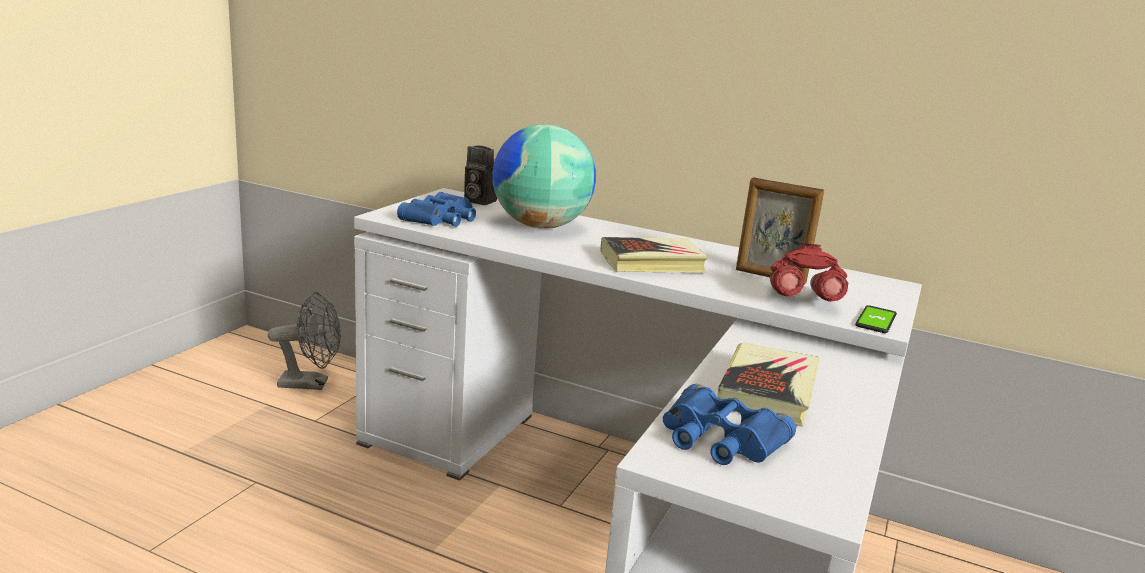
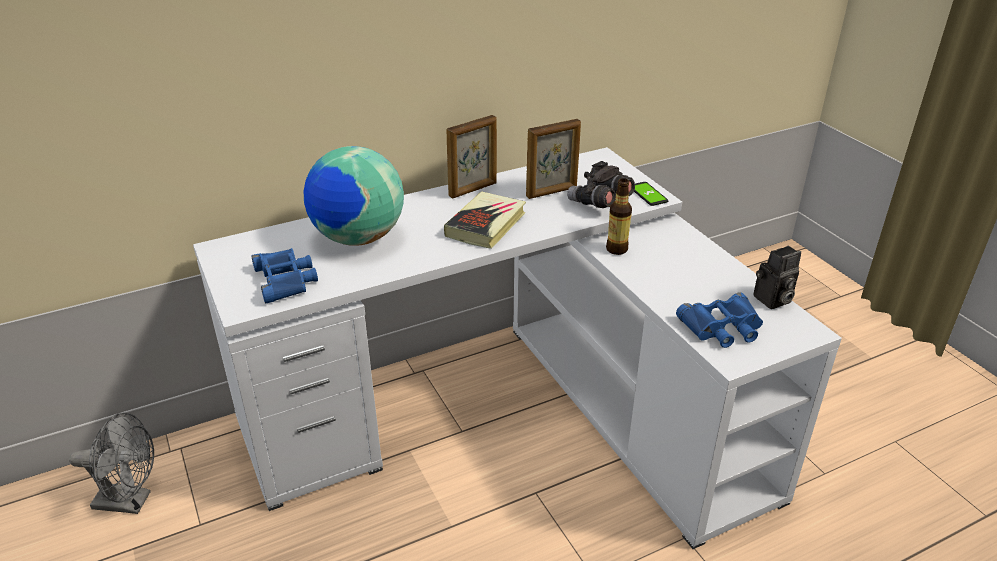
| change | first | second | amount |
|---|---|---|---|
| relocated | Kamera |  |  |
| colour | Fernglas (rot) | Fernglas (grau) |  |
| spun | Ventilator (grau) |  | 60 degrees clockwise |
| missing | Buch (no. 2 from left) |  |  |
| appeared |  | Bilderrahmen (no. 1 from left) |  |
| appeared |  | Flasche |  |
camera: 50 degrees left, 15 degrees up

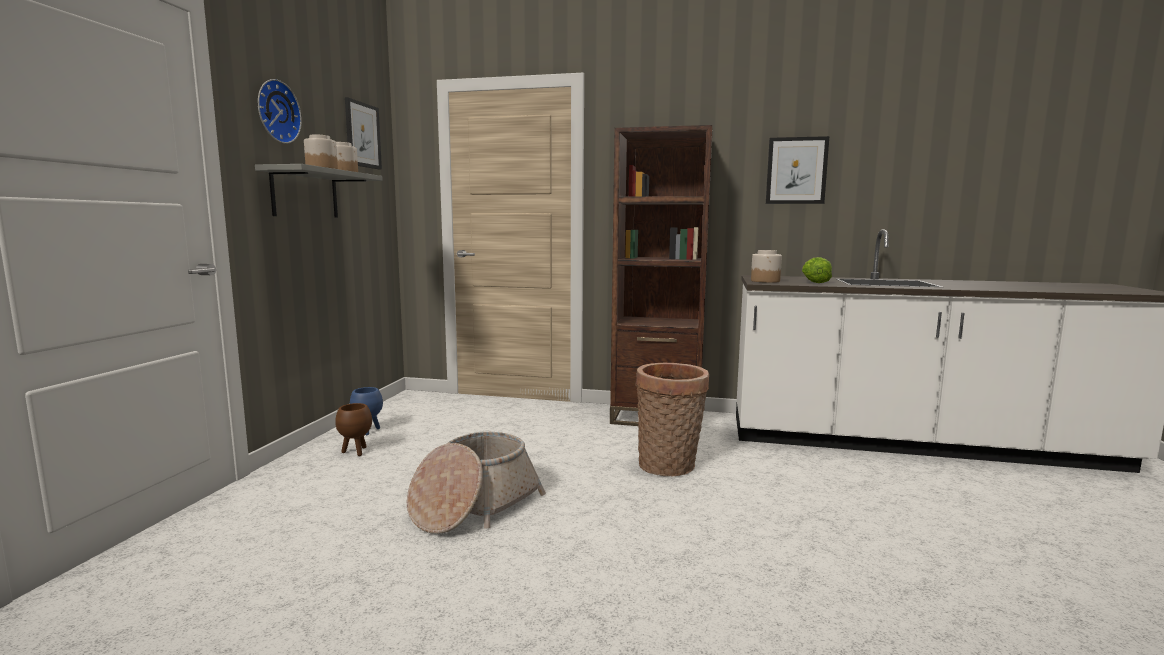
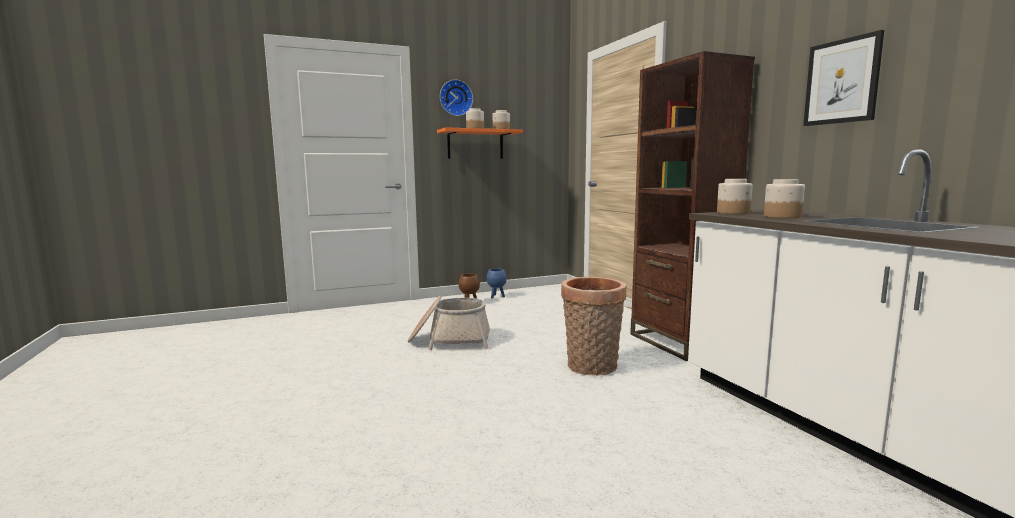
| change | first | second | amount |
|---|---|---|---|
| missing | Bild (no. 1 from left) |  |  |
| colour | Wandregal (grau) | Wandregal (orange) |  |
| exchanged | Salatkopf | Vorratsglas (no. 4 from left) |  |
camera: 55 degrees right, 0 degrees up

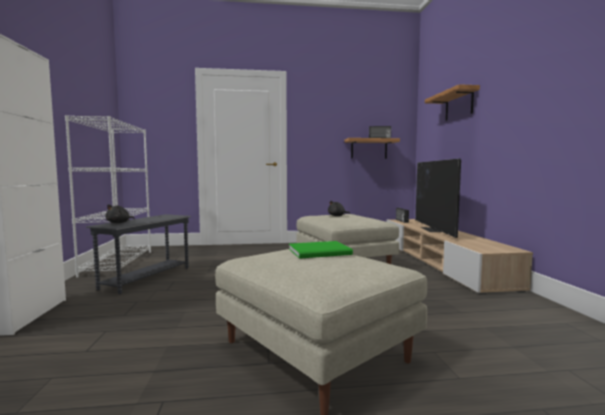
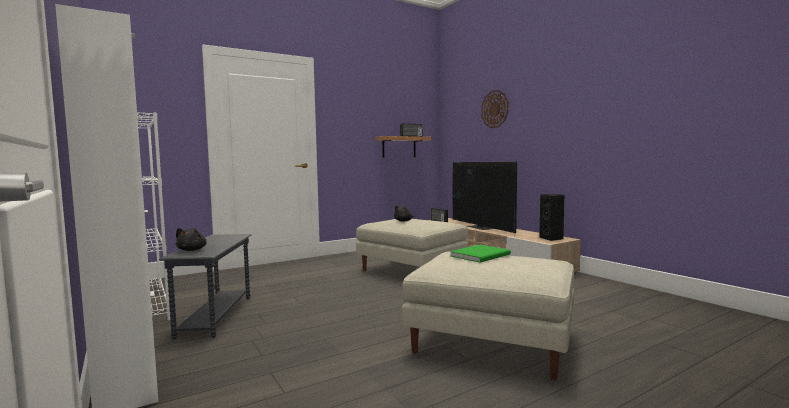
| change | first | second | amount |
|---|---|---|---|
| exchanged | Wandregal (no. 2 from left) | Wanduhr |  |
| appeared |  | Lautsprecher (schwarz) |  |
camera: 25 degrees left, 0 degrees up

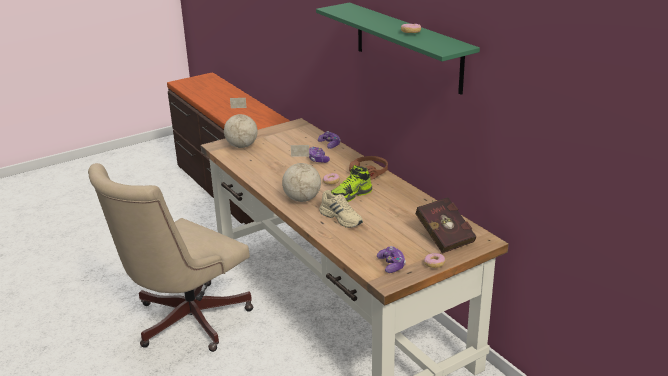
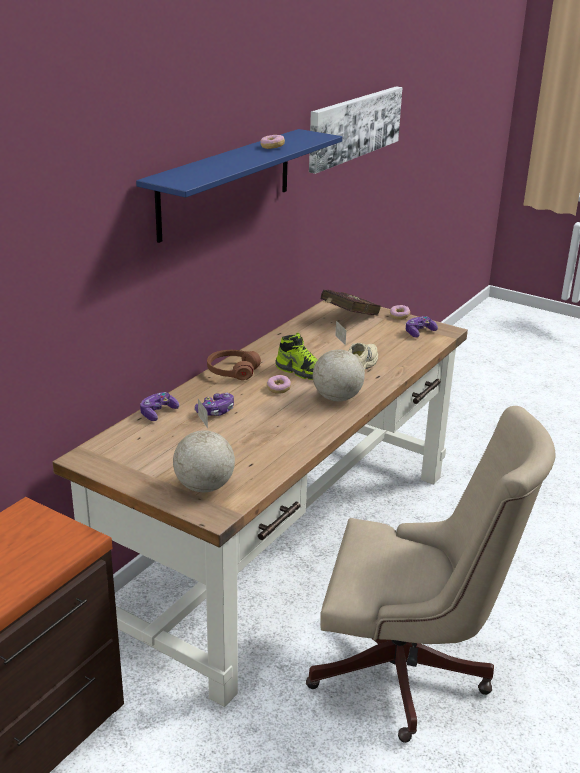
| change | first | second | amount |
|---|---|---|---|
| colour | Wandregal (grün) | Wandregal (blau) |  |
| appeared |  | Bild |  |
camera: 115 degrees left, 0 degrees up

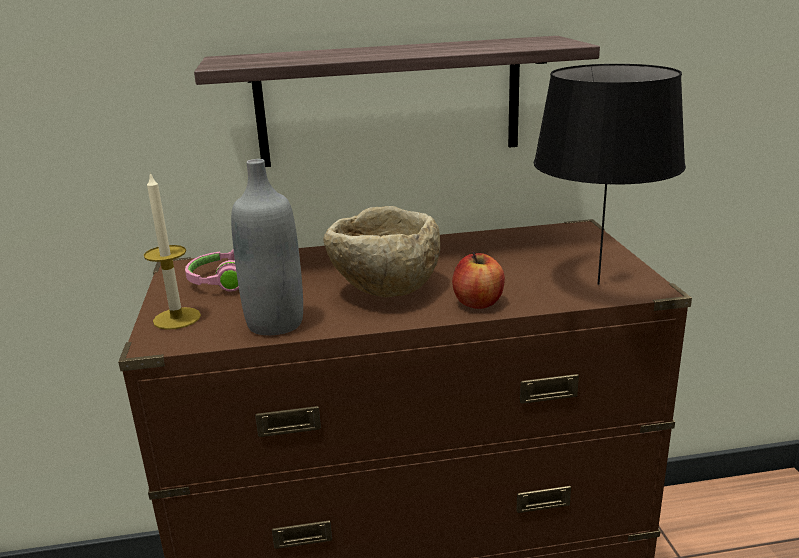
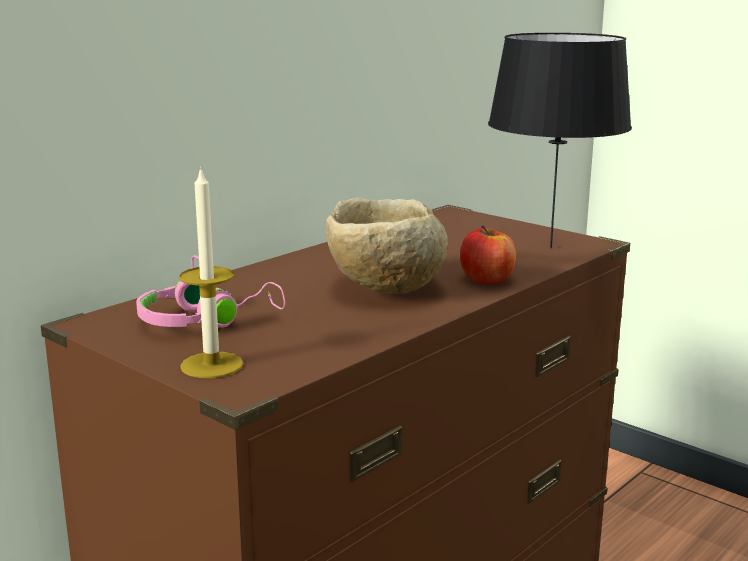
| change | first | second | amount |
|---|---|---|---|
| missing | Wandregal |  |  |
| missing | Flasche (grau) |  |  |
camera: 40 degrees left, 5 degrees down

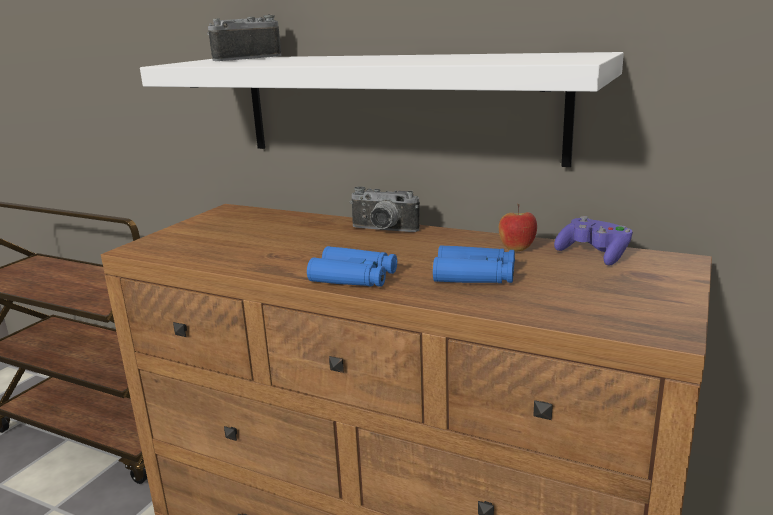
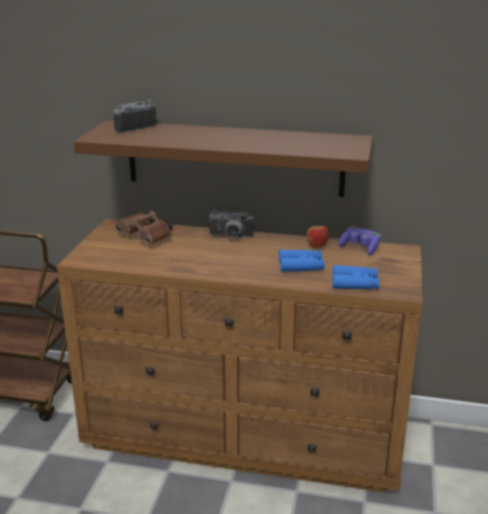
| change | first | second | amount |
|---|---|---|---|
| colour | Wandregal (weiß) | Wandregal (braun) |  |
| relocated | Fernglas (blau) (no. 1 from left in the first image) | Fernglas (blau) (no. 2 from left) |  |
| appeared |  | Fernglas (braun) |  |
camera: 15 degrees left, 5 degrees up

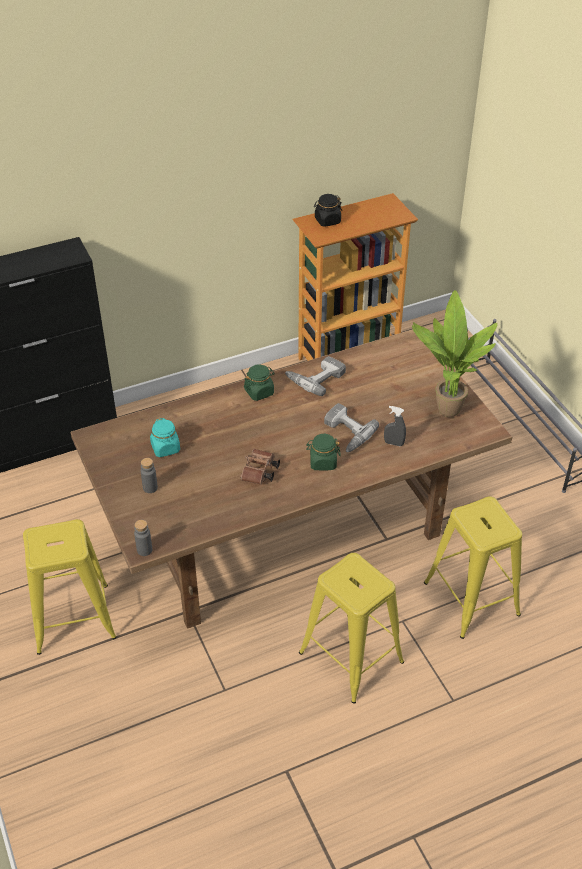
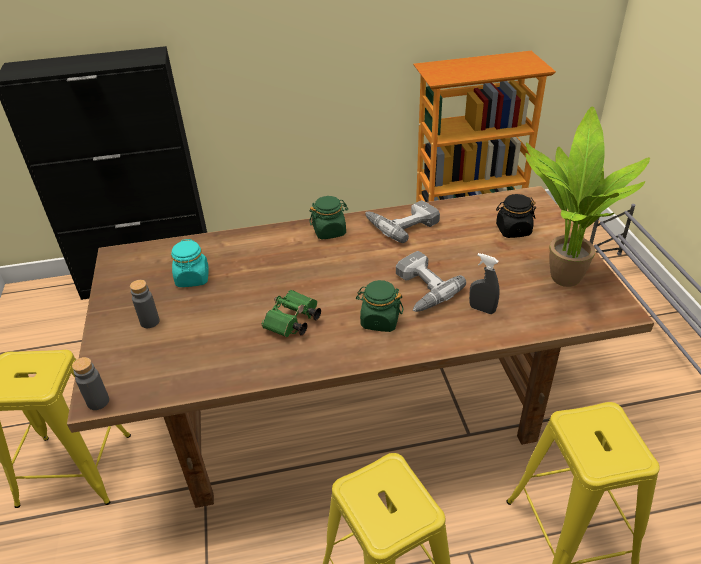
| change | first | second | amount |
|---|---|---|---|
| relocated | Vorratsglas (schwarz) |  |  |
| colour | Fernglas (braun) | Fernglas (grün) |  |
camera: 15 degrees right, 5 degrees down

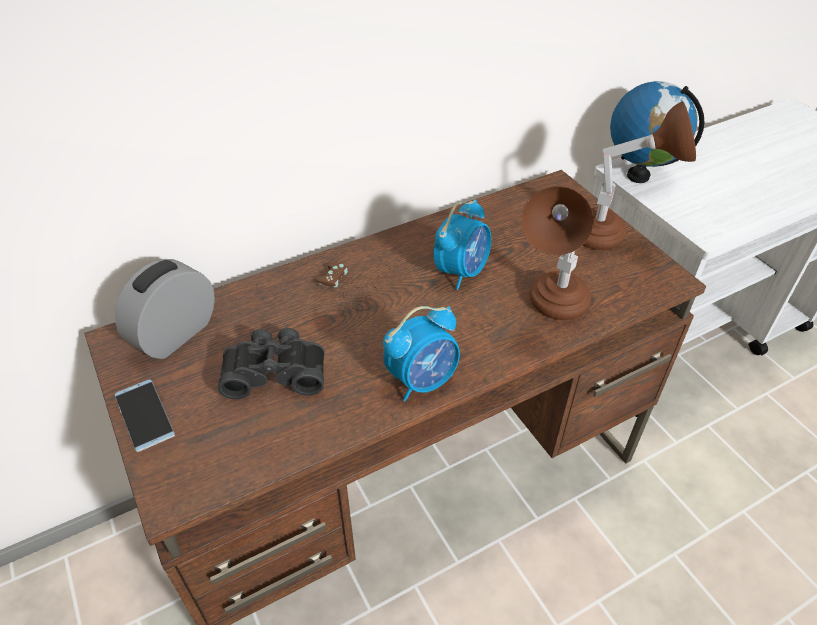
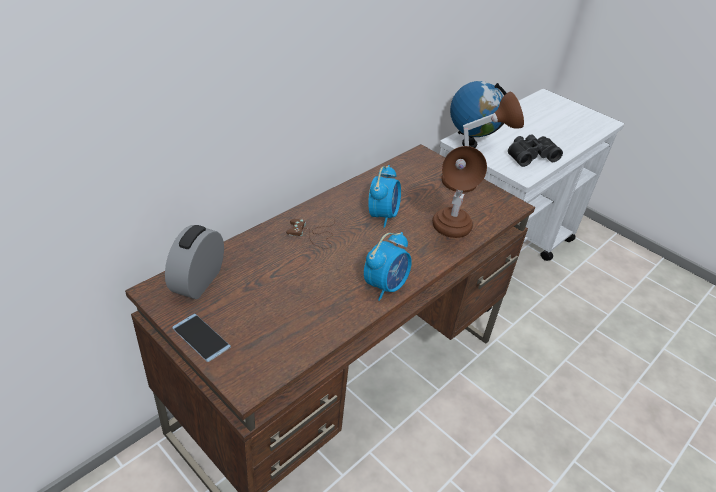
| change | first | second | amount |
|---|---|---|---|
| relocated | Fernglas (schwarz) |  |  |
camera: 20 degrees left, 5 degrees down

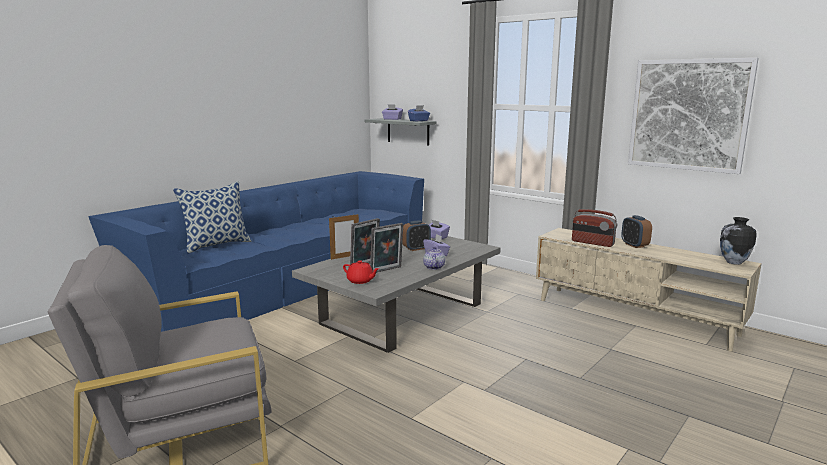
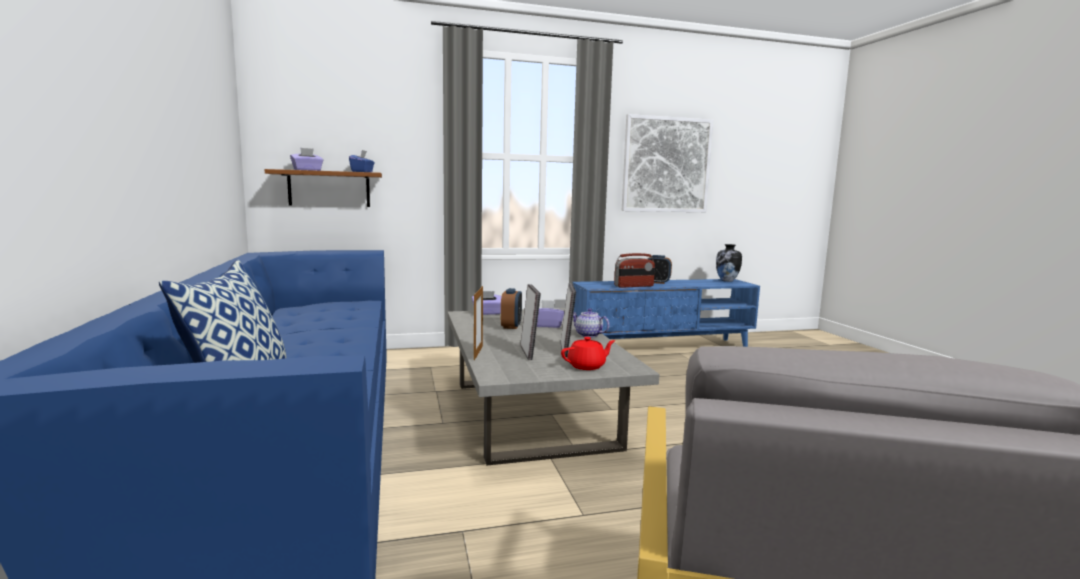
| change | first | second | amount |
|---|---|---|---|
| colour | Wandregal (grau) | Wandregal (braun) |  |
| colour | Fernsehschrank (beige) | Fernsehschrank (blau) |  |
camera: 55 degrees left, 5 degrees down

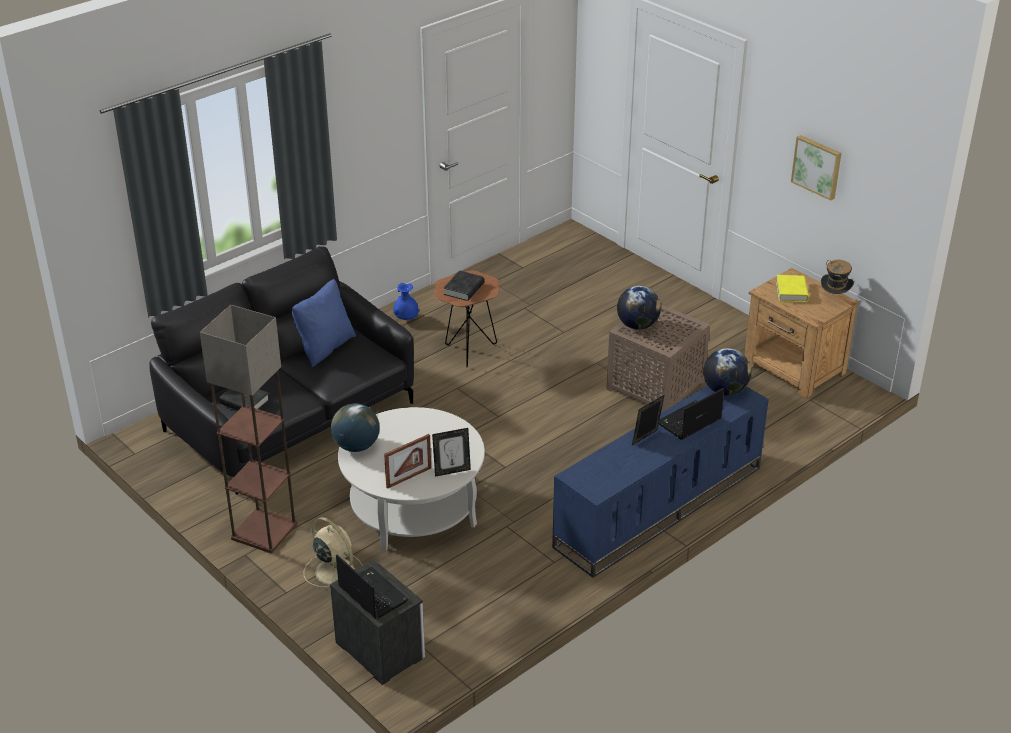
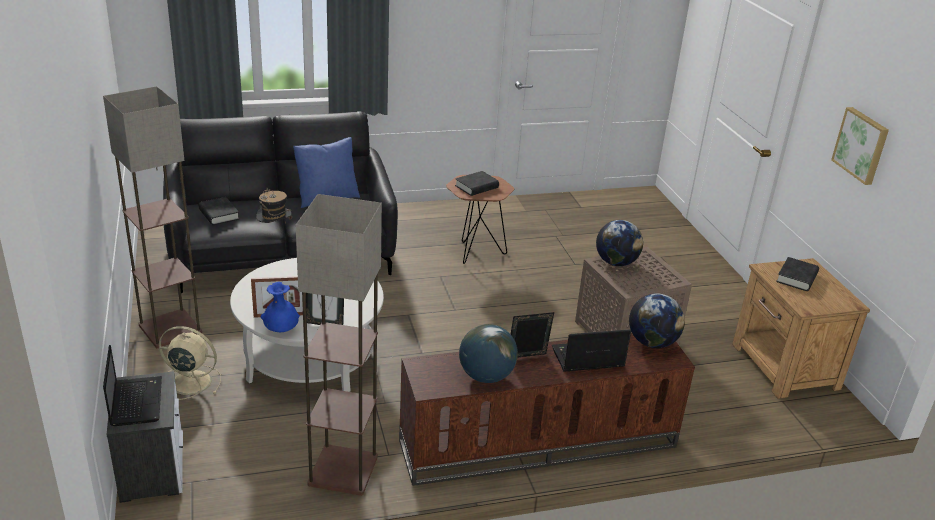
| change | first | second | amount |
|---|---|---|---|
| relocated | Hut |  |  |
| colour | Buch (gelb) | Buch (schwarz) (no. 3 from left) |  |
| relocated | Vase (blau) |  |  |
| colour | Fernsehschrank (blau) | Fernsehschrank (braun) |  |
| relocated | Globus (no. 1 from left) |  |  |
| spun | Ventilator (beige) |  | 60 degrees counterclockwise |
| appeared |  | Stehlampe (no. 2 from left) |  |
camera: 25 degrees right, 5 degrees down

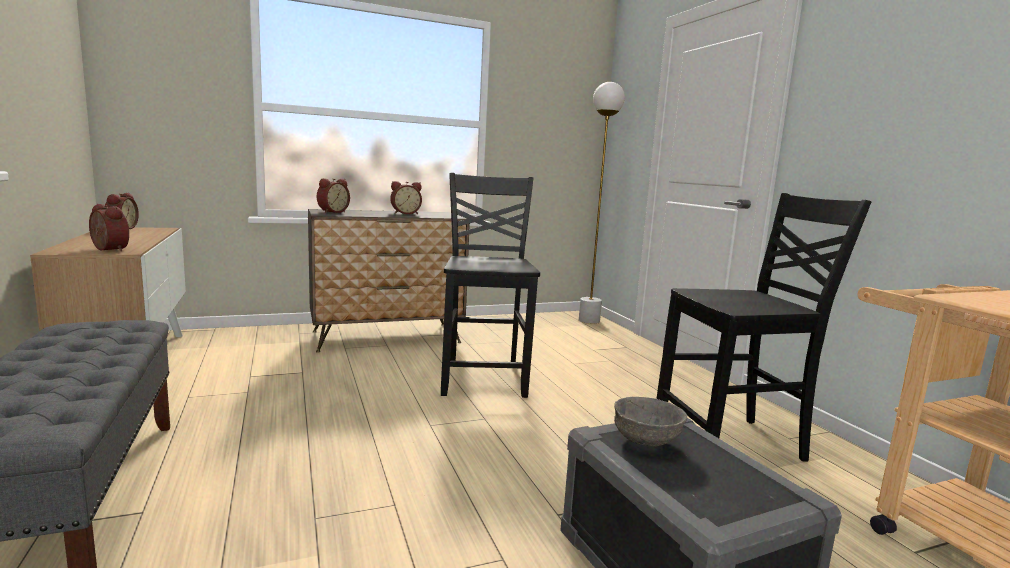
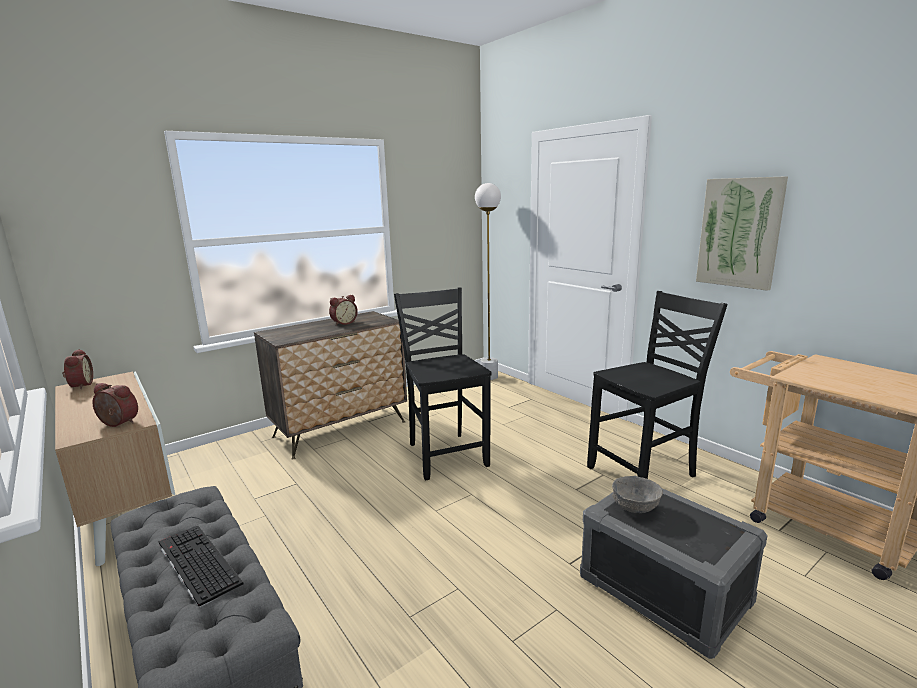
| change | first | second | amount |
|---|---|---|---|
| missing | Wecker (no. 3 from left) |  |  |
| appeared |  | Bild |  |
| appeared |  | Tastatur |  |
camera: 15 degrees left, 5 degrees up

